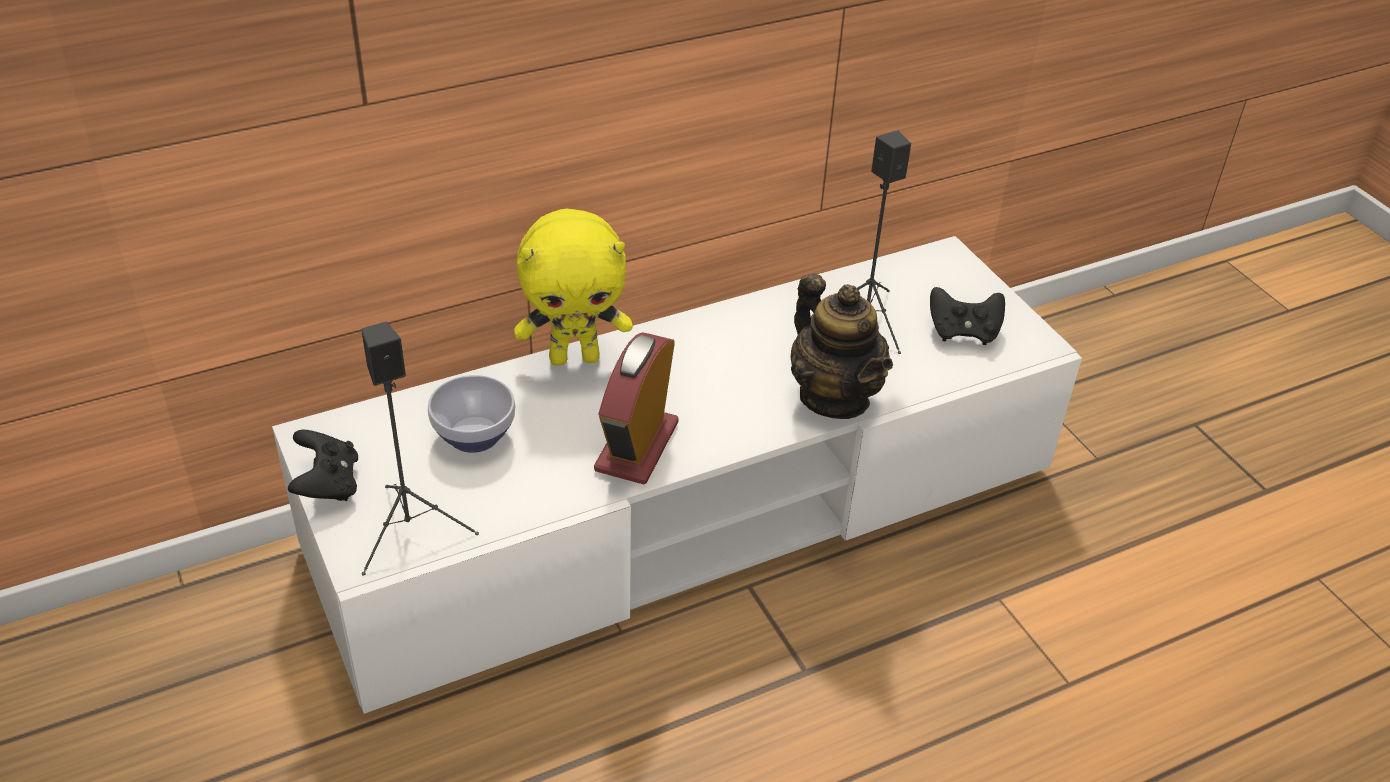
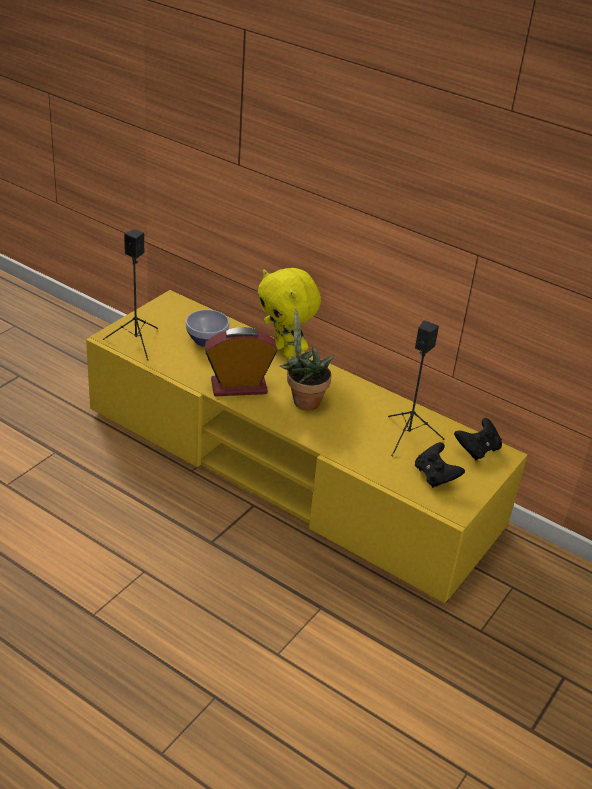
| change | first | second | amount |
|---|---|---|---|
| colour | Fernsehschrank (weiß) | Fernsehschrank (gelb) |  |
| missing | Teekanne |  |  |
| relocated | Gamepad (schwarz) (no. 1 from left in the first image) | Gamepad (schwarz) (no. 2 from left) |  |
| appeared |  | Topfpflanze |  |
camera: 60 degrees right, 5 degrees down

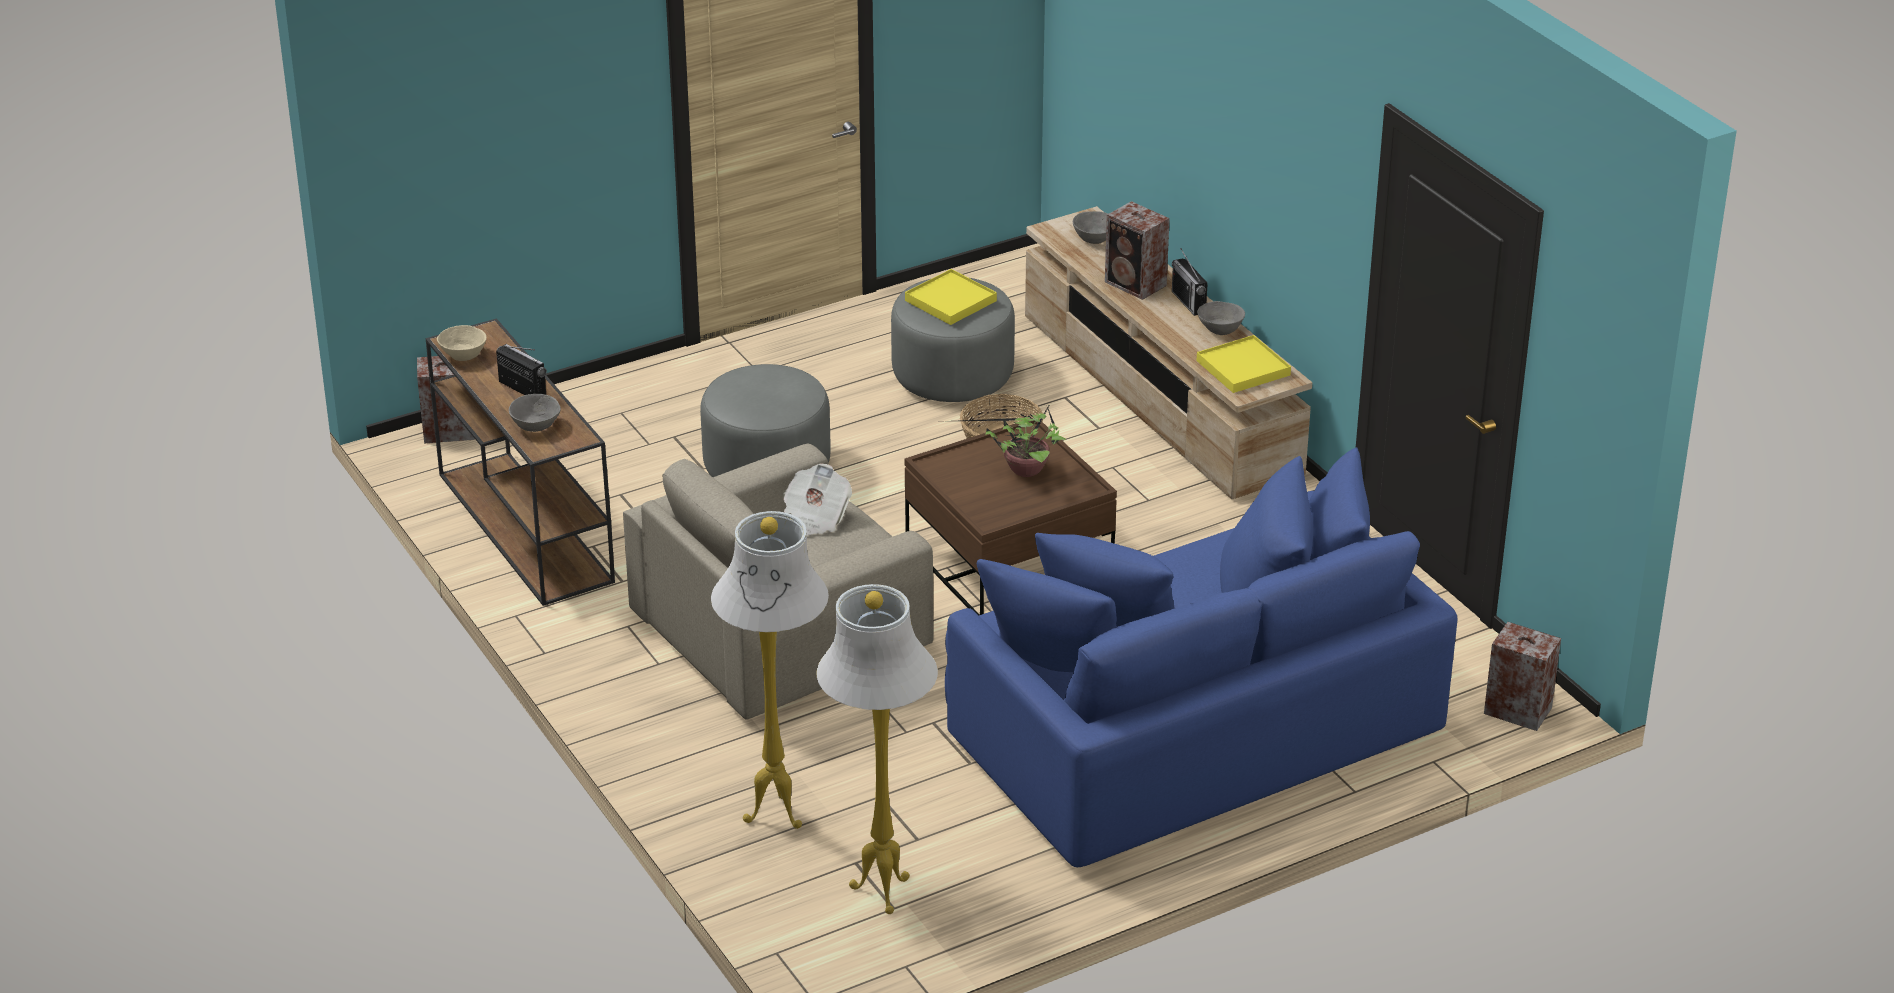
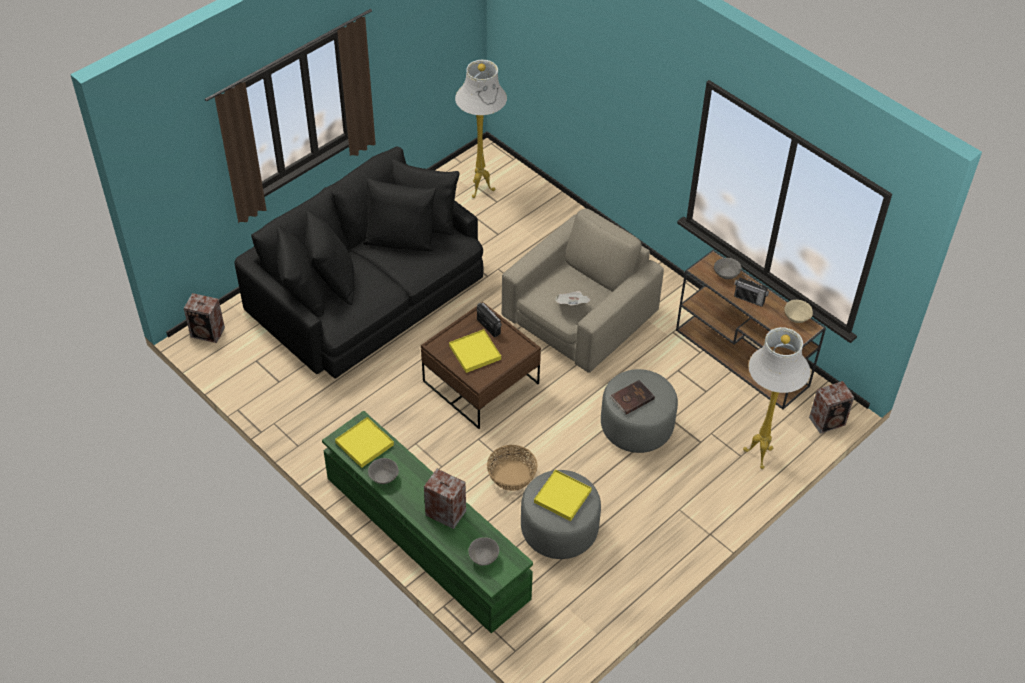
| change | first | second | amount |
|---|---|---|---|
| colour | Fernsehschrank (beige) | Fernsehschrank (grün) |  |
| relocated | Radio (no. 2 from left in the first image) | Radio (no. 1 from left) |  |
| exchanged | Topfpflanze | Tablett (gelb) (no. 2 from left) |  |
| colour | Sofa (blau) | Sofa (schwarz) |  |
| relocated | Stehlampe (weiß) (no. 1 from left in the first image) | Stehlampe (weiß) (no. 2 from left) |  |
| appeared |  | Buch (braun) |  |
camera: 165 degrees right, 15 degrees up

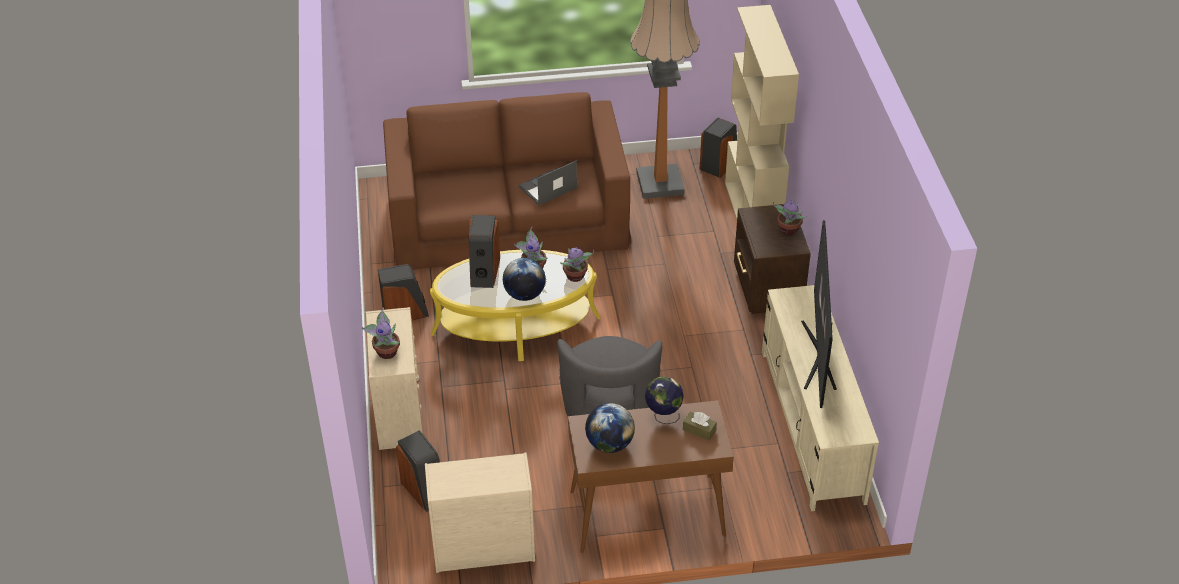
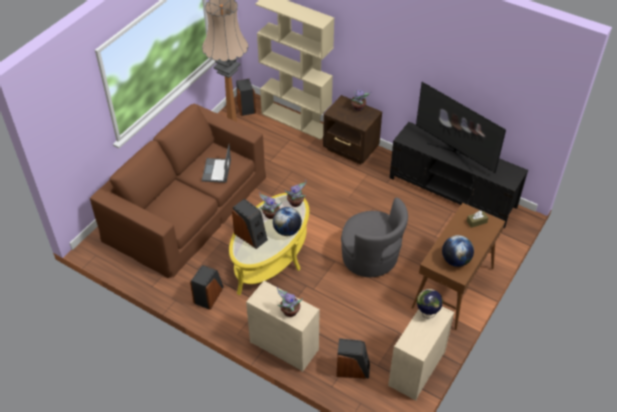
| change | first | second | amount |
|---|---|---|---|
| colour | Fernsehschrank (beige) | Fernsehschrank (schwarz) |  |
| relocated | Globus (no. 3 from left in the first image) | Globus (no. 2 from left) |  |
camera: 50 degrees left, 5 degrees up

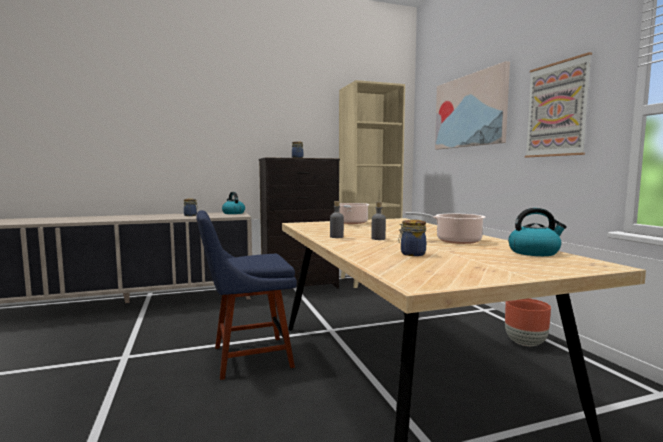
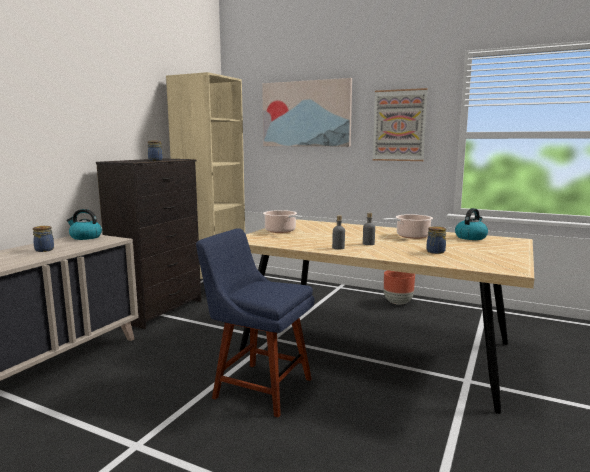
| change | first | second | amount |
|---|---|---|---|
| spun | Stuhl (blau) |  | 90 degrees clockwise |
camera: 45 degrees left, 5 degrees up

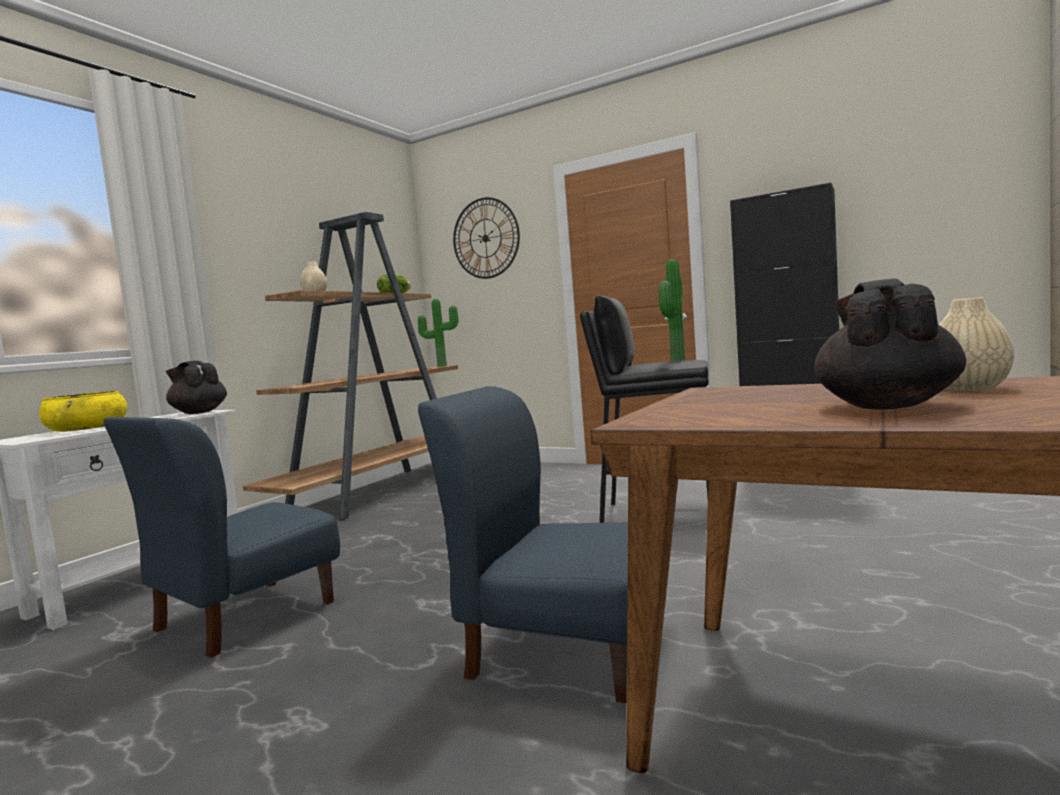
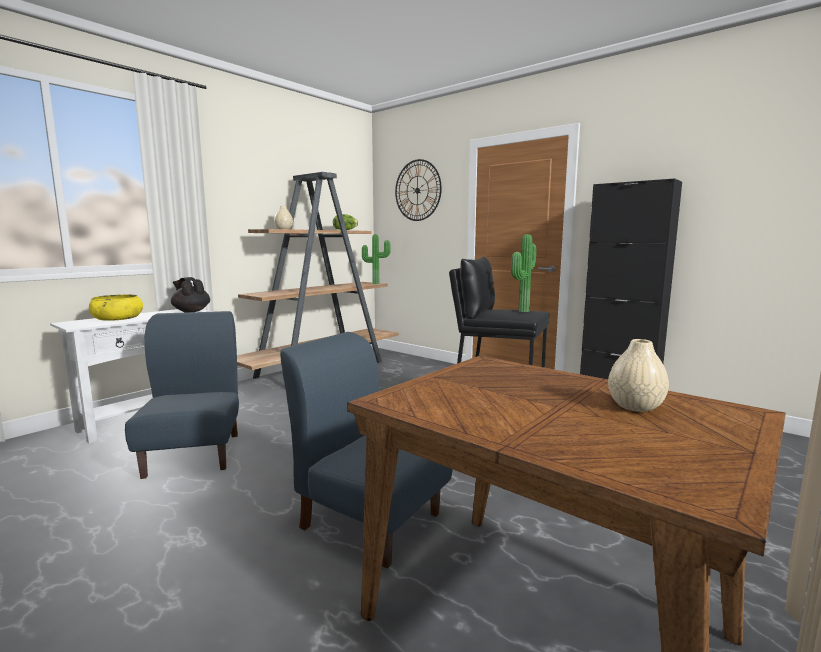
| change | first | second | amount |
|---|---|---|---|
| missing | Teekanne (schwarz) (no. 2 from left) |  |  |
| spun | Stuhl (blau) (no. 1 from left) |  | 120 degrees clockwise |
camera: 10 degrees right, 5 degrees up

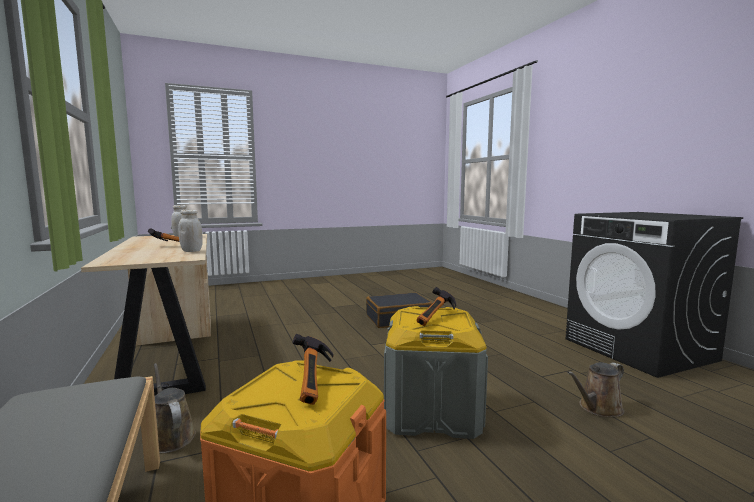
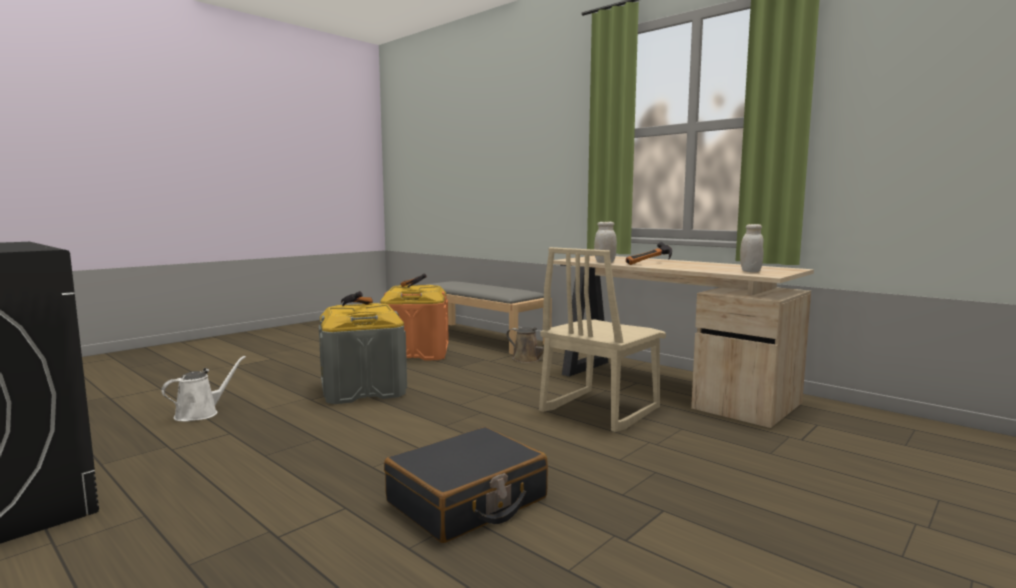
| change | first | second | amount |
|---|---|---|---|
| colour | Gießkanne (braun) (no. 2 from left) | Gießkanne (weiß) |  |
| appeared |  | Stuhl (beige) |  |
camera: 155 degrees right, 0 degrees up

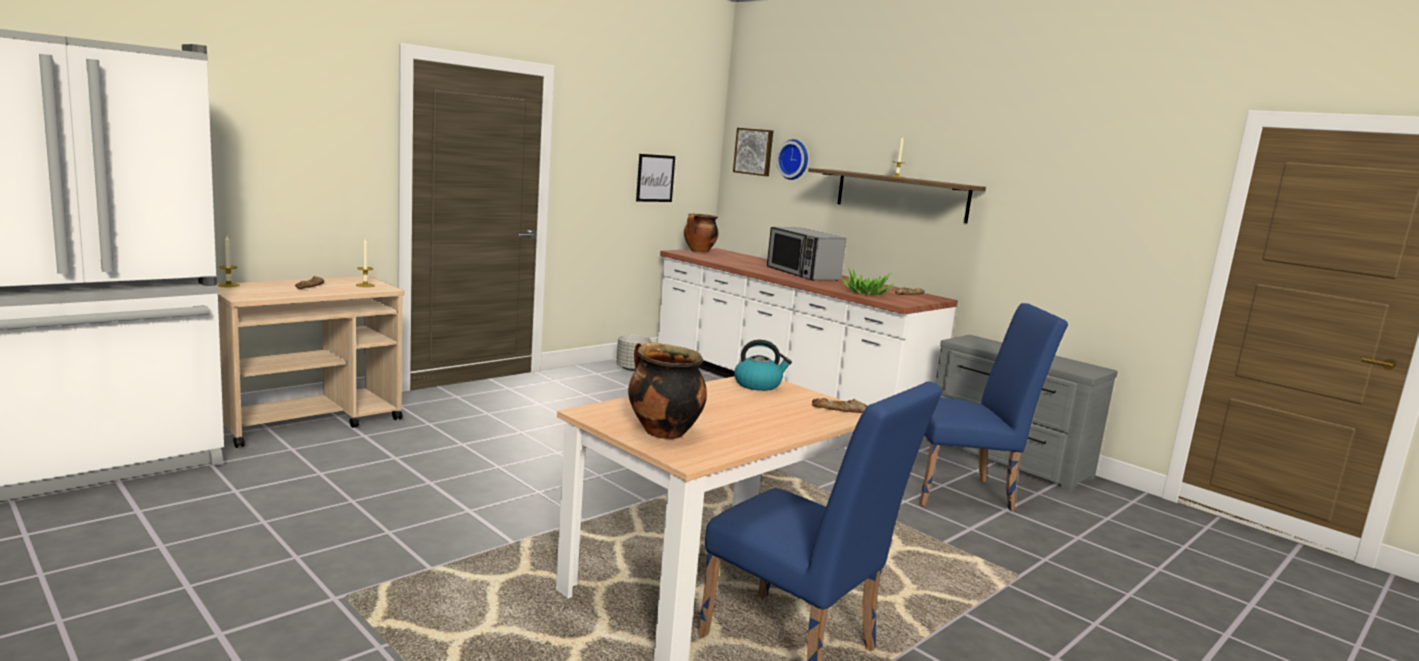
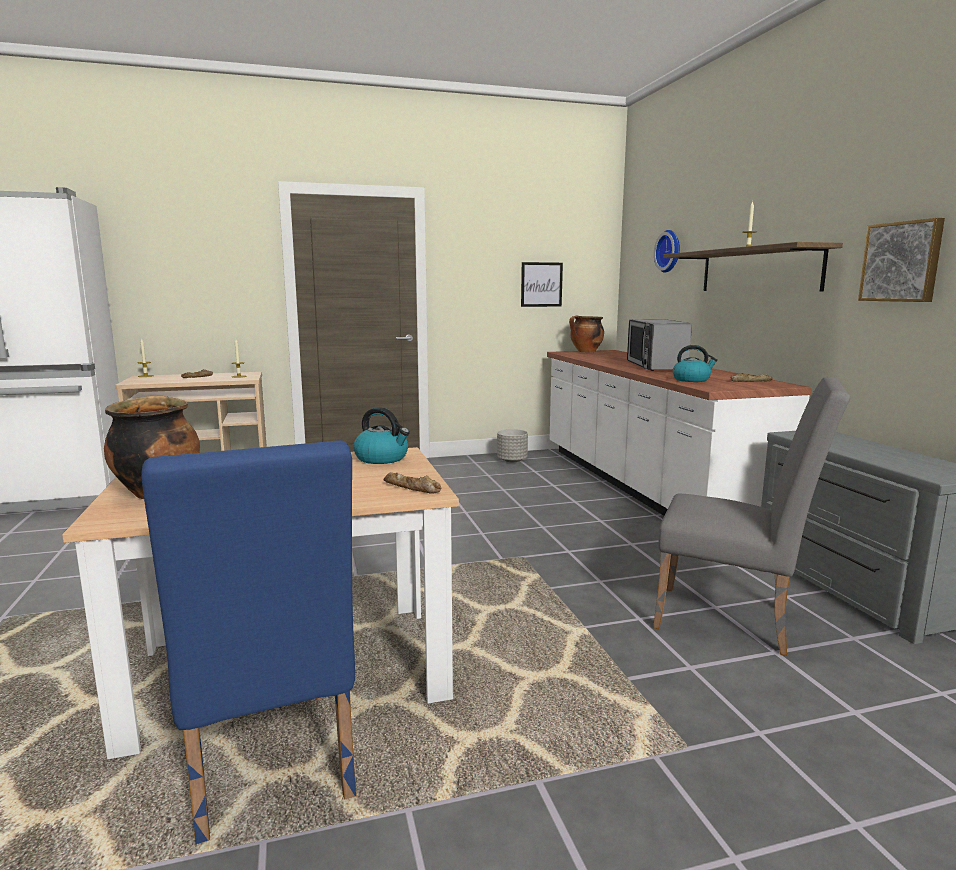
| change | first | second | amount |
|---|---|---|---|
| relocated | Bild (no. 2 from left) |  |  |
| exchanged | Topfpflanze | Wasserkessel (no. 2 from left) |  |
| colour | Stuhl (blau) (no. 2 from left) | Stuhl (grau) |  |
camera: 30 degrees right, 0 degrees up

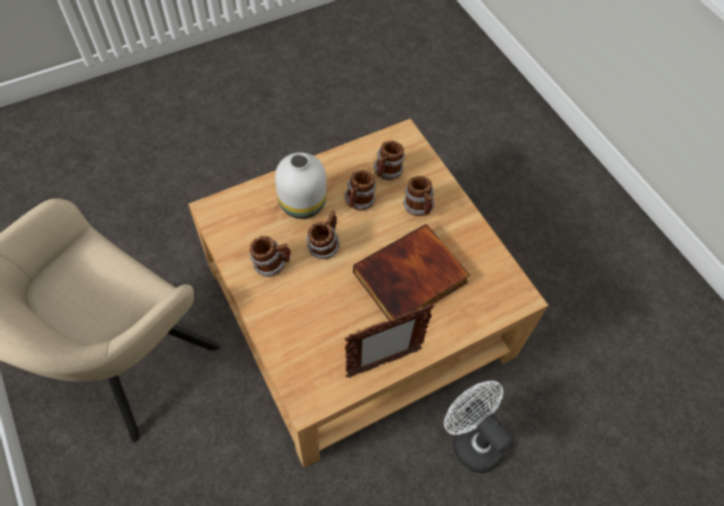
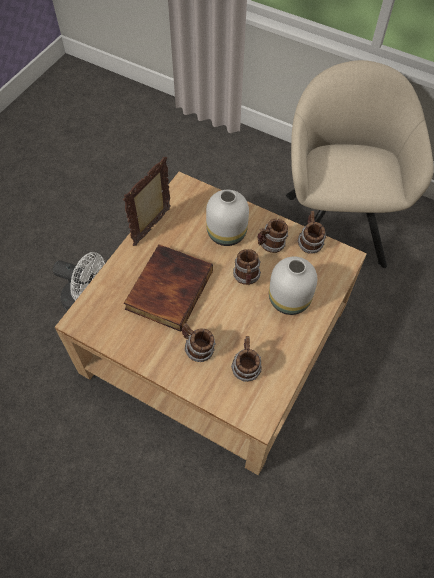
| change | first | second | amount |
|---|---|---|---|
| relocated | Henkelbecher (no. 3 from left in the first image) | Henkelbecher (no. 5 from left) |  |
| appeared |  | Vase (weiß) (no. 1 from left) |  |
camera: 150 degrees right, 0 degrees up

